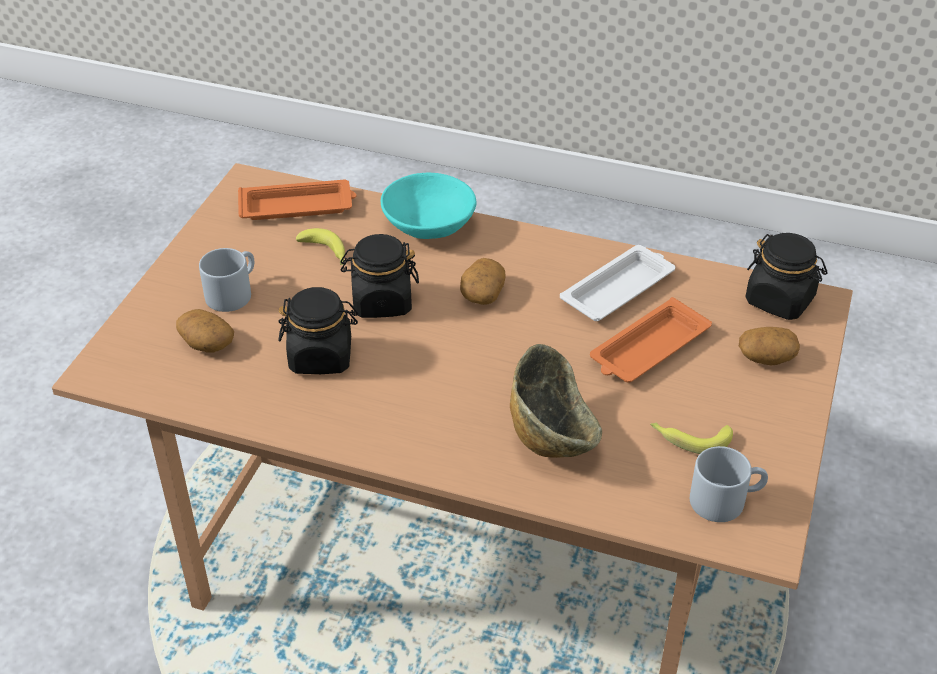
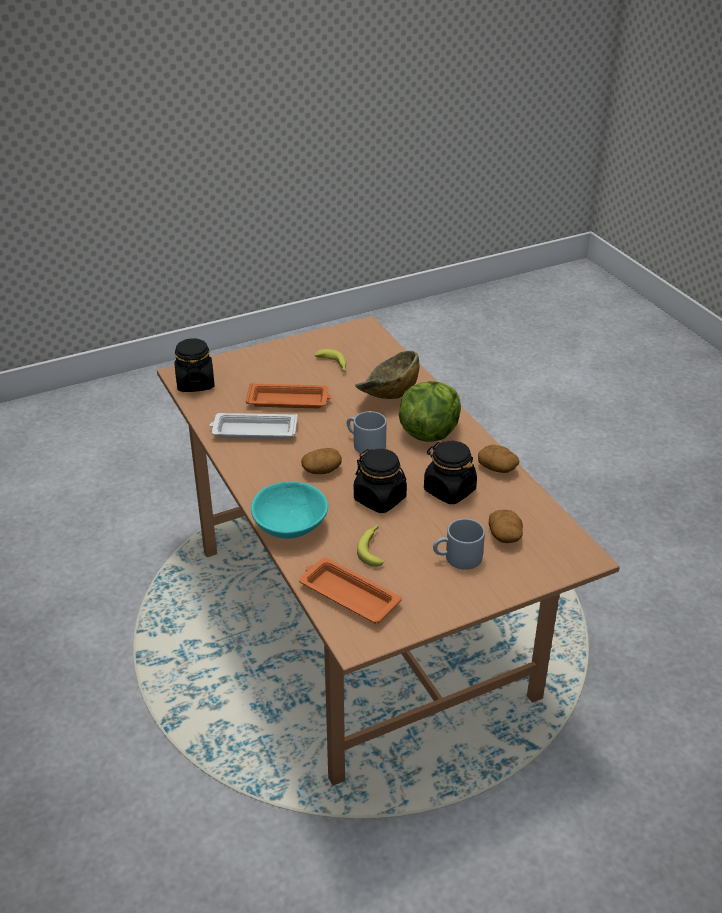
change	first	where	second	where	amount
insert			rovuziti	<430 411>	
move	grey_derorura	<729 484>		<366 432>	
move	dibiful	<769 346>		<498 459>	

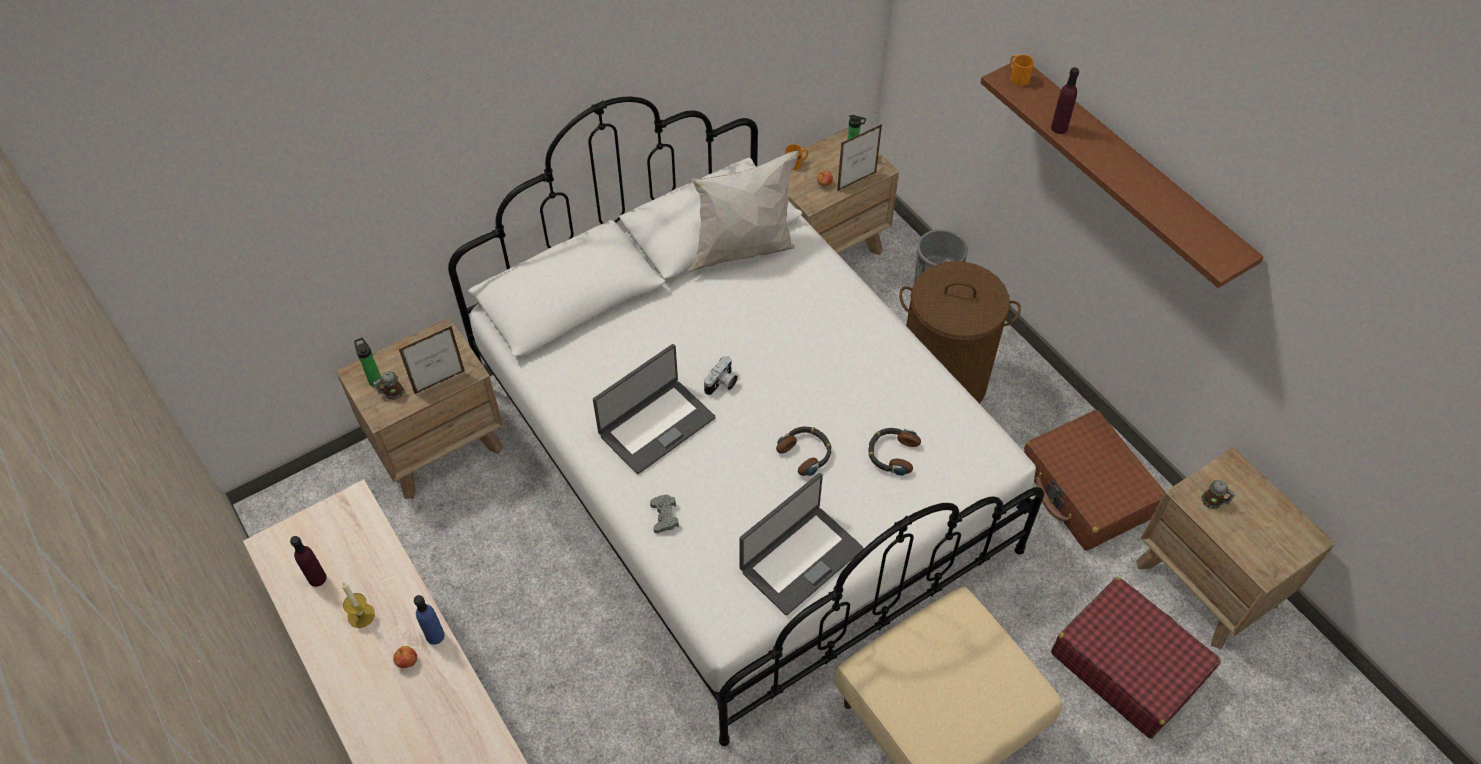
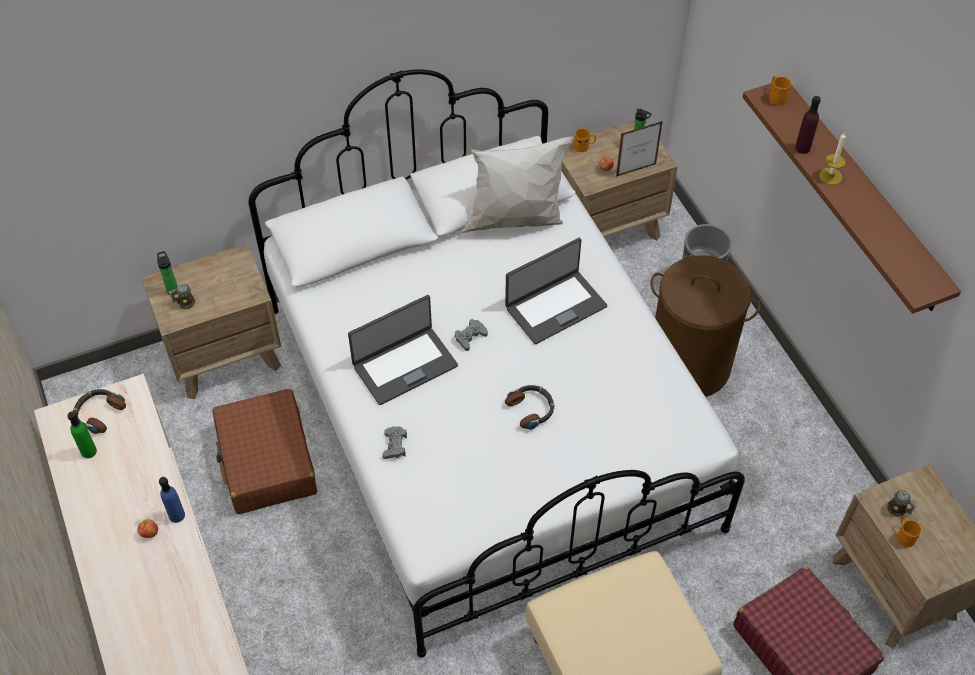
change	first	where	second	where	amount
delete	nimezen	<432 360>			
insert			orange_derorura	<909 531>	
move	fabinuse	<358 605>		<832 158>	
move	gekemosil	<802 544>		<556 291>	
move	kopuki	<895 452>		<99 411>	
move	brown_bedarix	<1094 480>		<264 451>	
replace	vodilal	<721 375>	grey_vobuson	<471 335>	
recolor	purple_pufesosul	<308 561>	green_pufesosul	<82 434>	

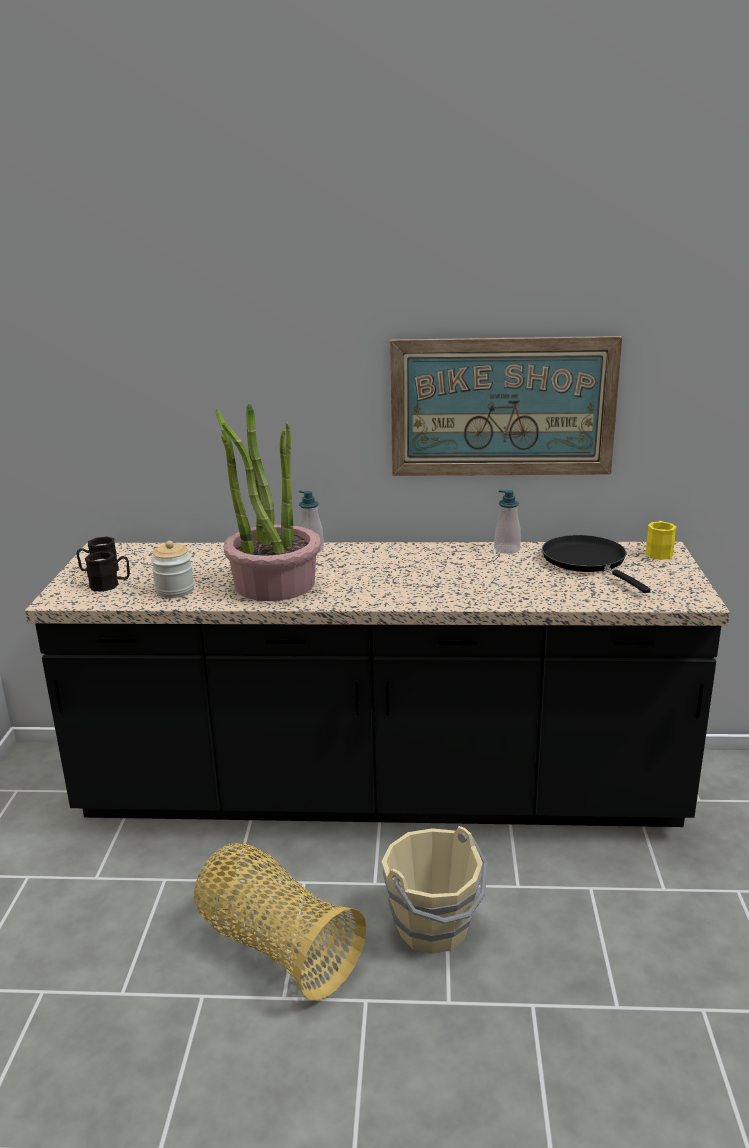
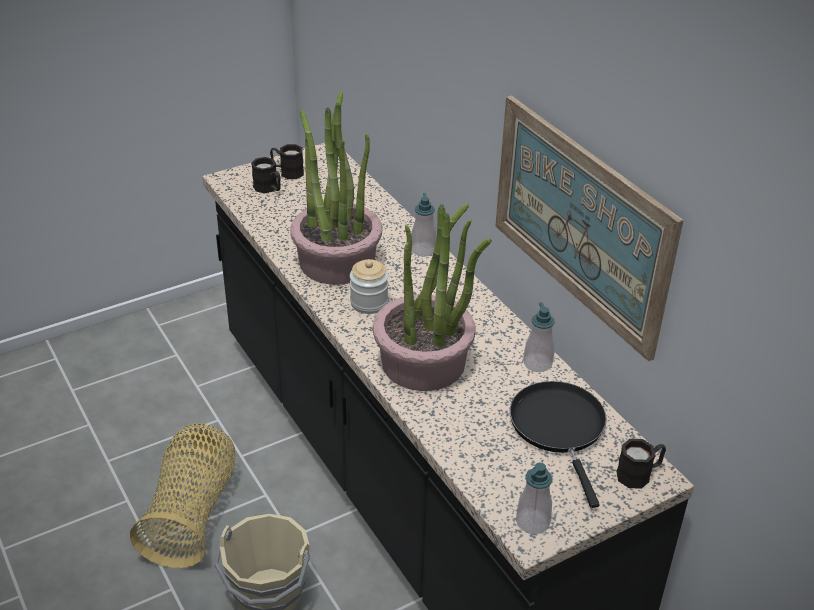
change	first	where	second	where	amount
insert			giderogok	<432 297>	
insert			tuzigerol	<534 498>	
move	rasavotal	<172 569>		<369 286>	
recolor	yellow_derorura	<661 540>	black_derorura	<641 464>	
rotate	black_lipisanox	<596 564>		<558 444>	45 degrees counterclockwise

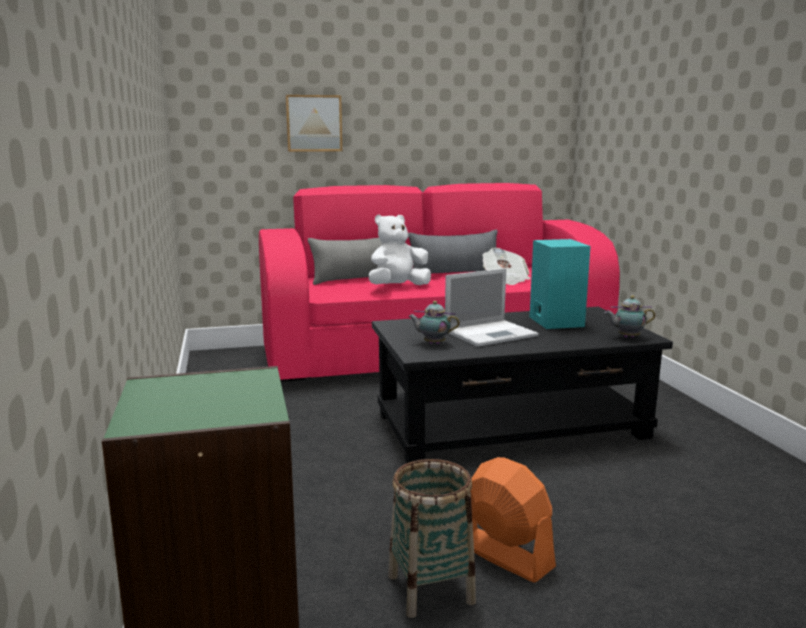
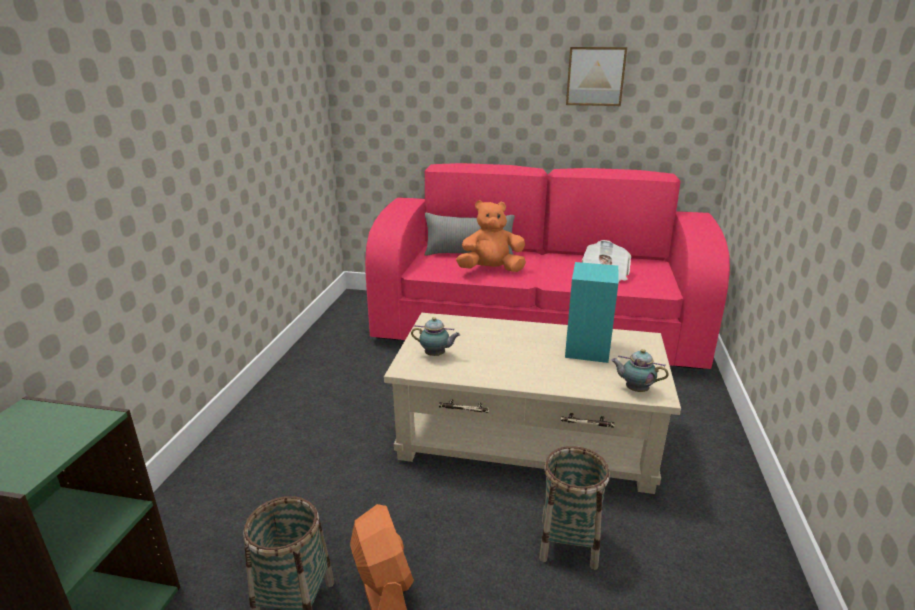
change	first	where	second	where	amount
delete	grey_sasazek	<453 252>			
delete	gekemosil	<491 307>			
insert			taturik	<574 508>	
move	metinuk	<313 123>		<596 76>	
recolor	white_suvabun	<400 249>	orange_suvabun	<491 236>	
recolor	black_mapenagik	<522 385>	beige_mapenagik	<532 403>	
rotate	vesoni	<434 322>		<435 336>	150 degrees clockwise

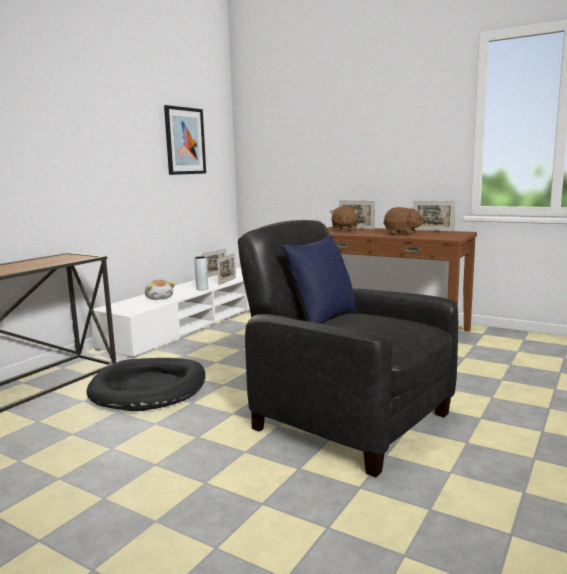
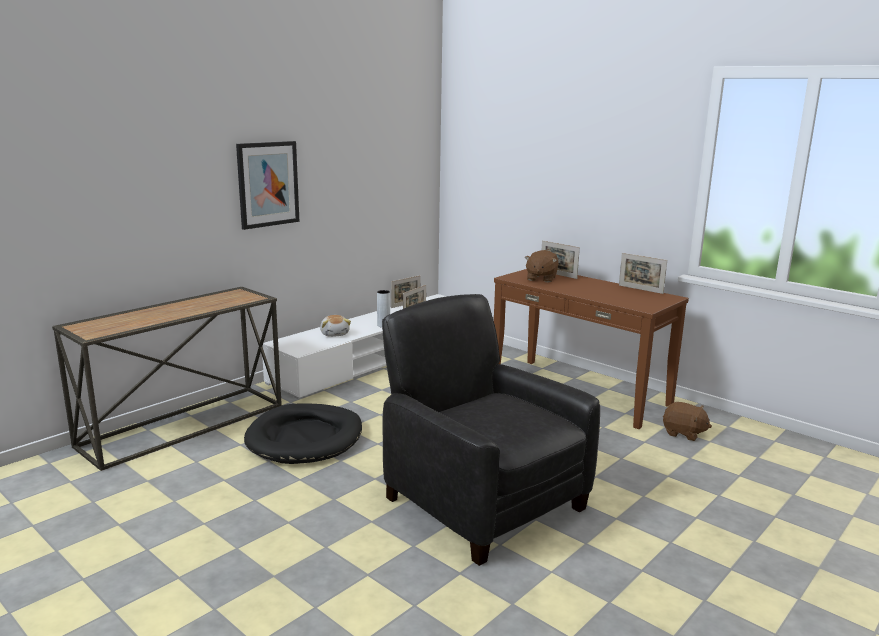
change	first	where	second	where	amount
delete	blue_sasazek	<319 280>			
move	metinuk	<185 140>		<268 185>	
move	brown_suvabun	<403 221>		<687 421>	

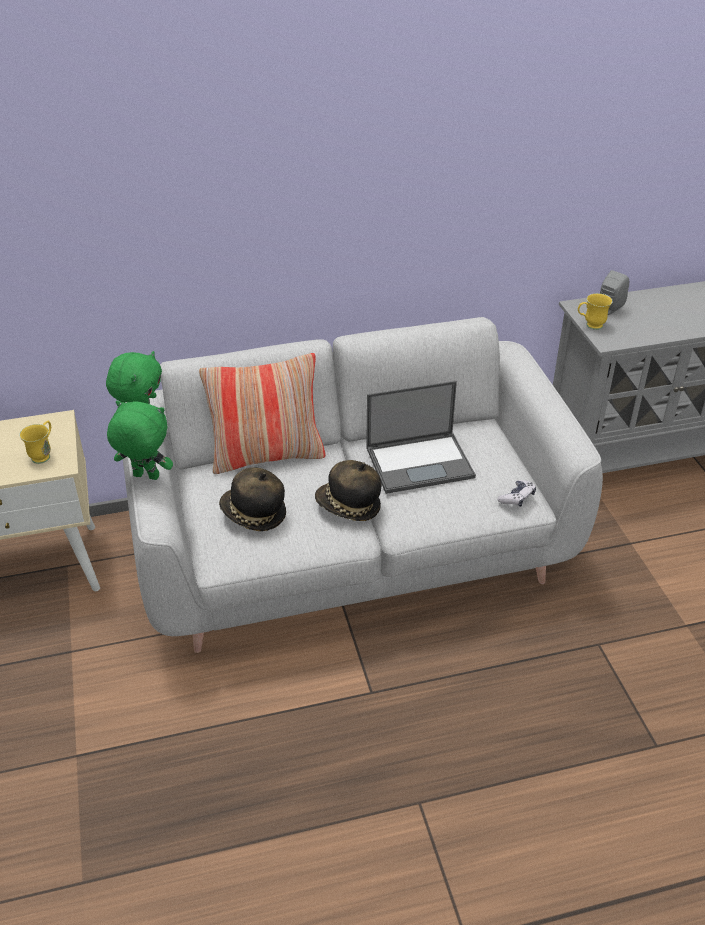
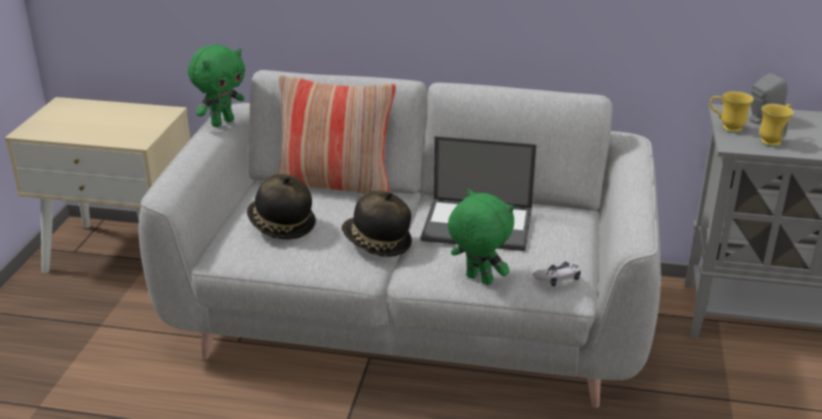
change	first	where	second	where	amount
move	yellow_derorura	<35 442>		<777 125>	
move	green_suvabun	<140 440>		<481 237>	

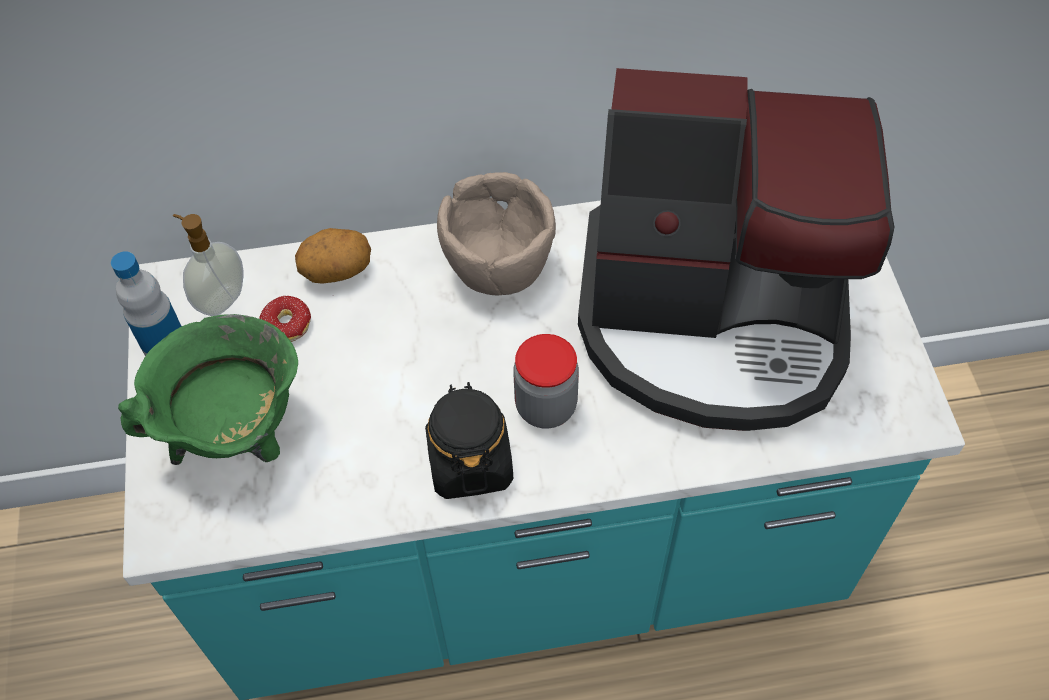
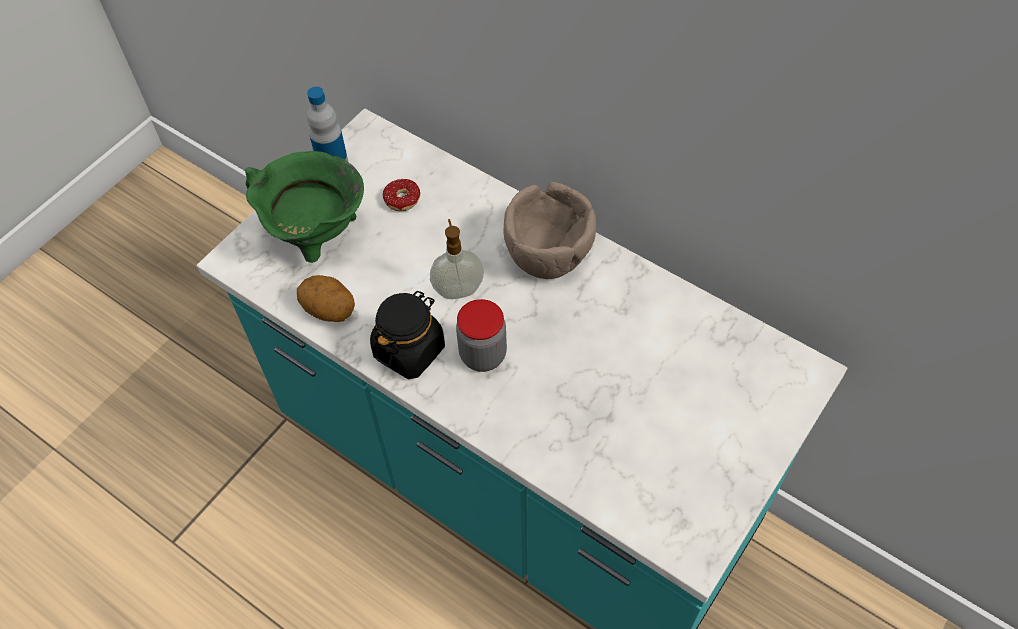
change	first	where	second	where	amount
delete	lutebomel	<736 249>			
move	tuzigerol	<208 265>		<457 259>	
move	dibiful	<333 256>		<326 298>	

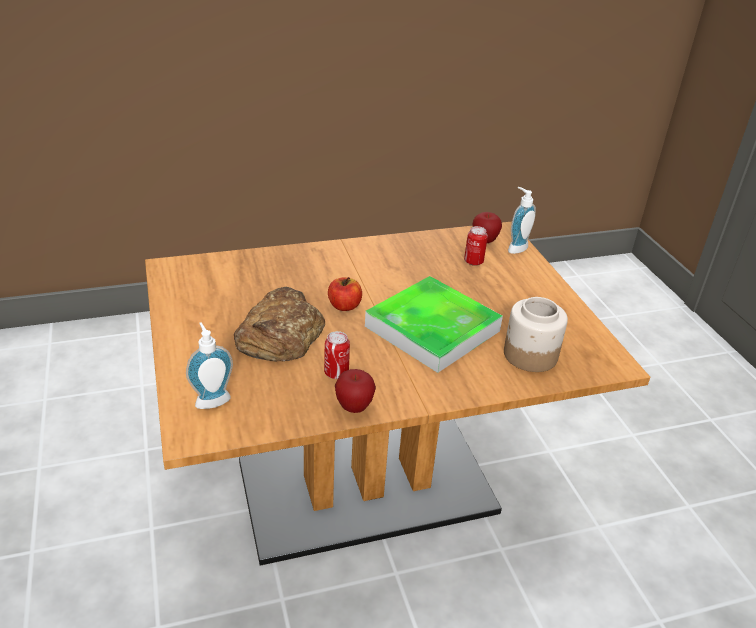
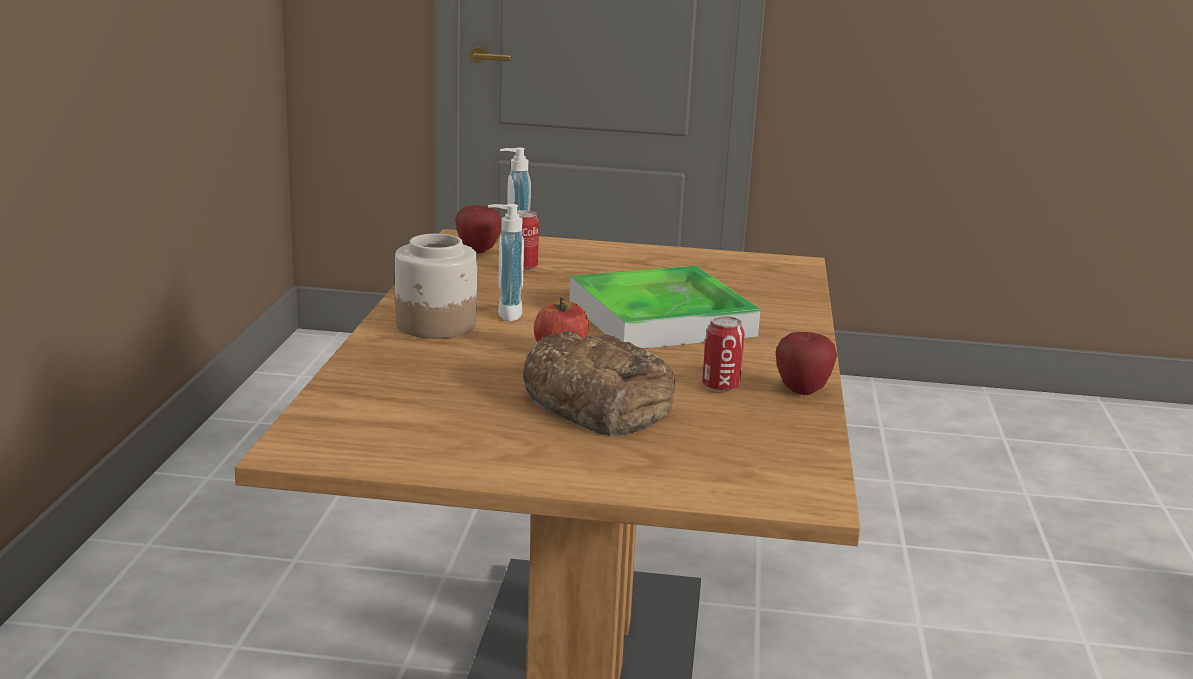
change	first	where	second	where	amount
move	tuzigerol	<209 366>		<506 262>	
move	rasavotal	<536 334>		<436 286>	

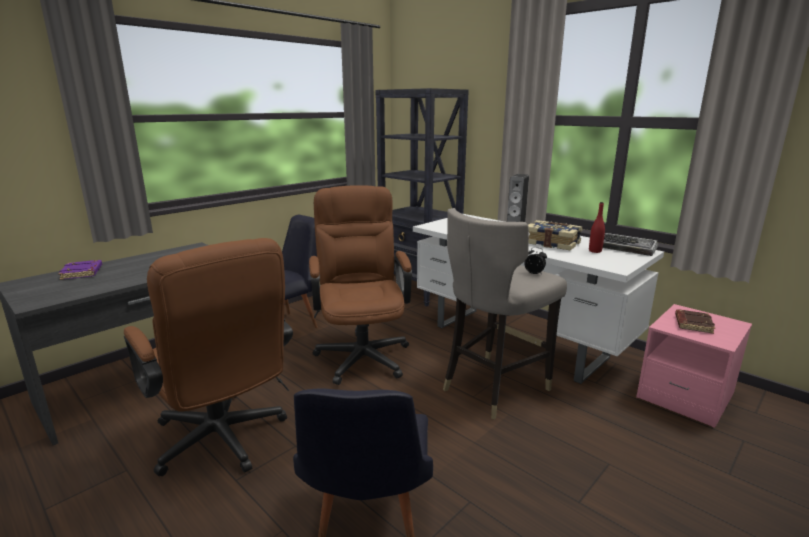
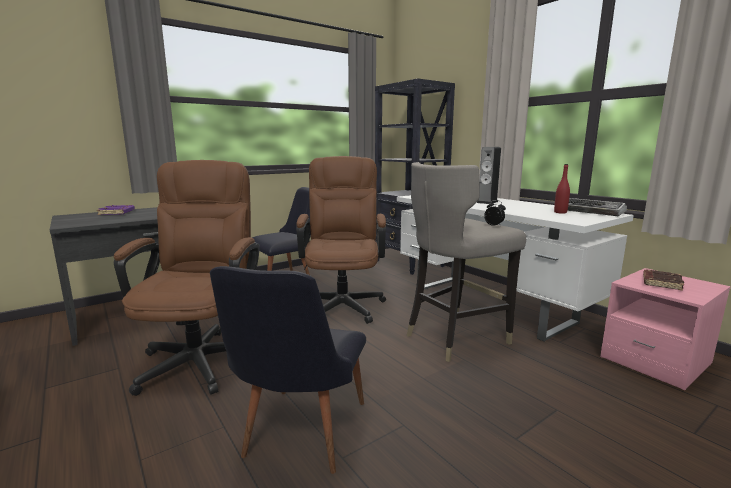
change	first	where	second	where	amount
delete	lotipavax	<555 235>			
rotate	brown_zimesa	<208 357>		<187 278>	150 degrees counterclockwise

